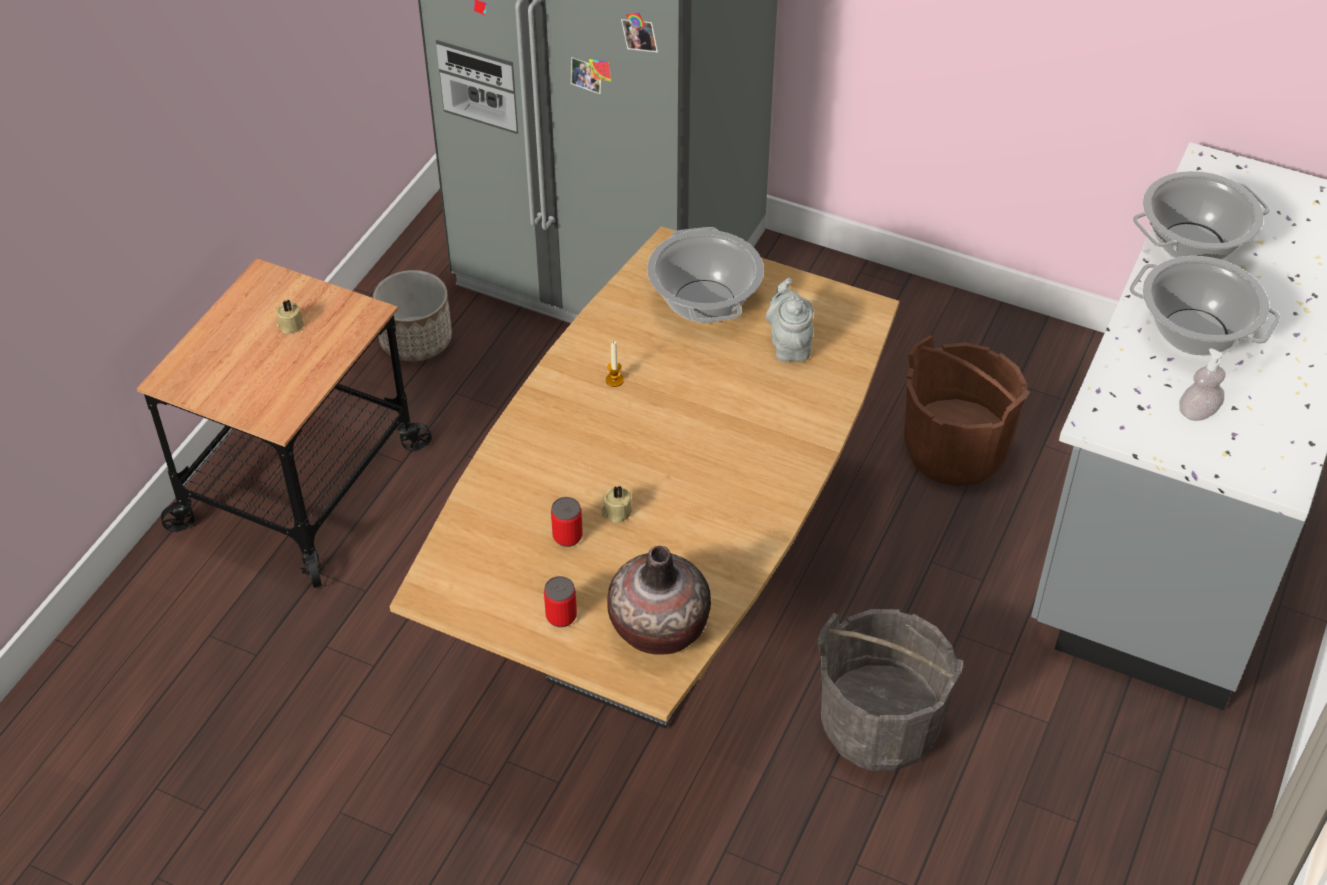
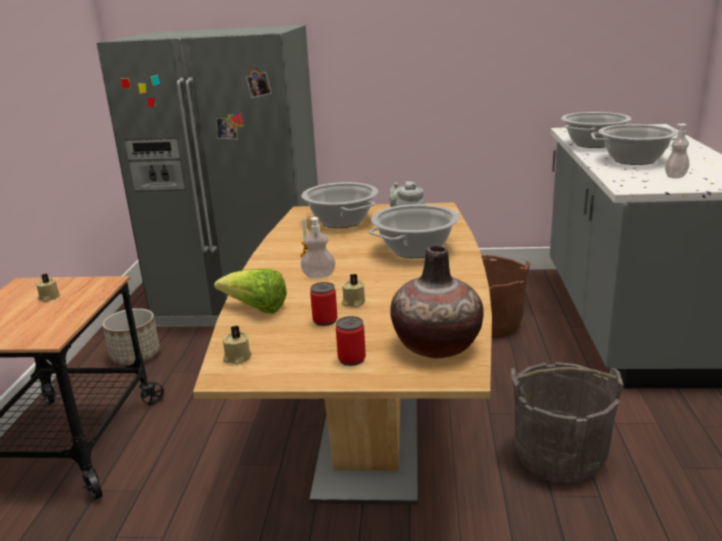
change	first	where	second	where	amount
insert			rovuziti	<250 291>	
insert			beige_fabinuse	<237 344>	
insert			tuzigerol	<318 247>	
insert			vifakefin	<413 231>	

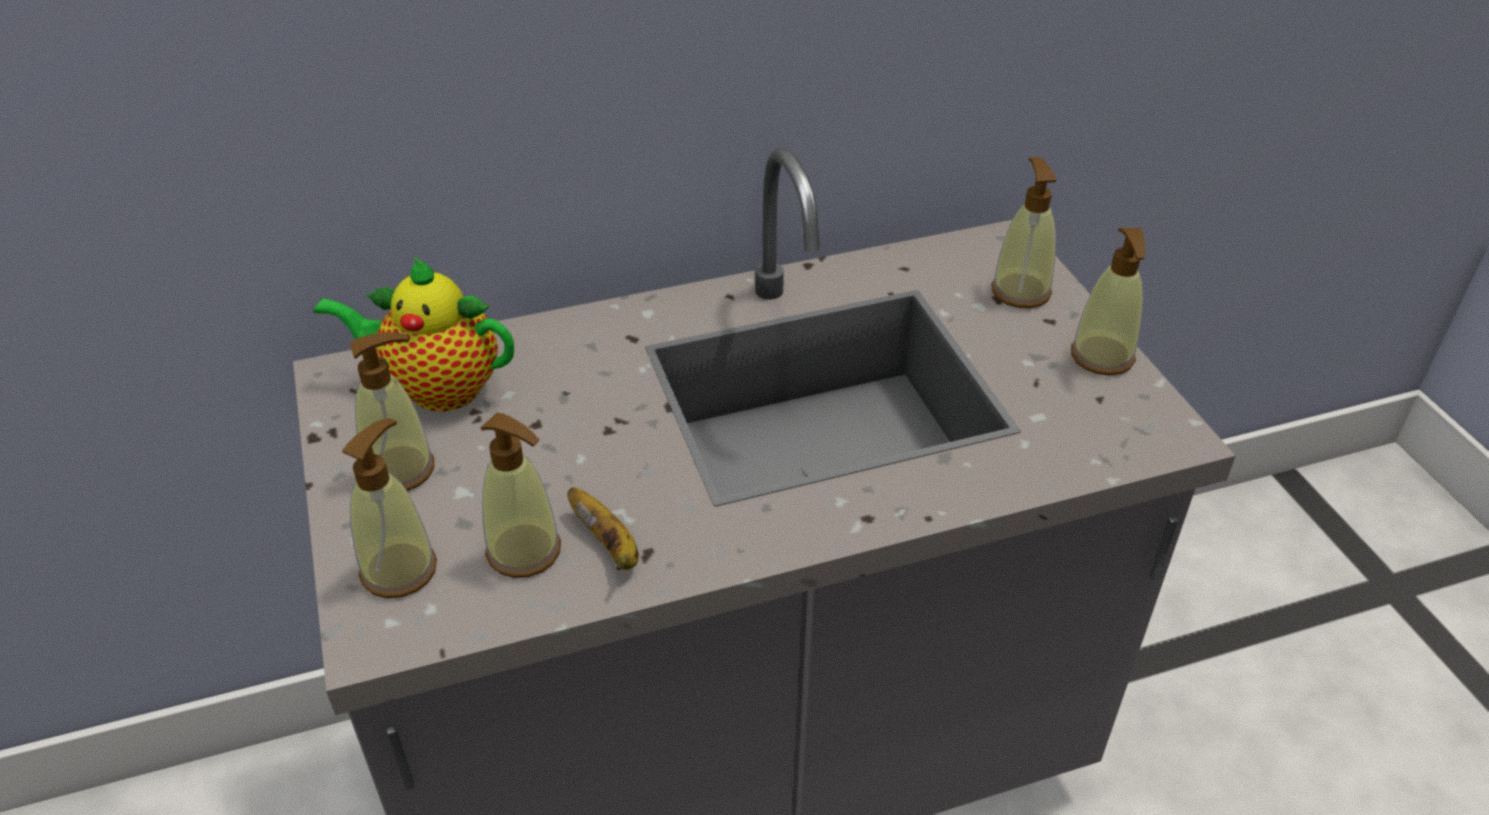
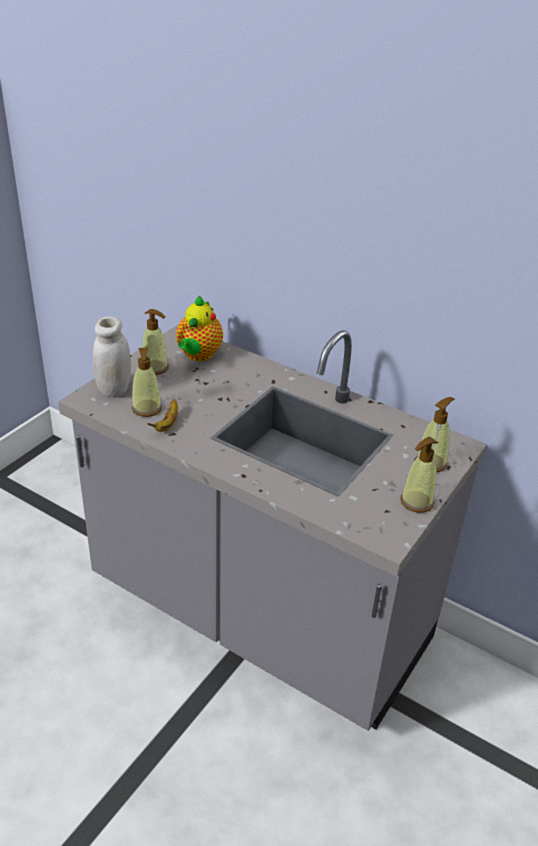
change	first	where	second	where	amount
replace	tuzigerol	<389 508>	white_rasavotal	<112 357>	
rotate	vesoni	<413 333>		<199 328>	135 degrees counterclockwise

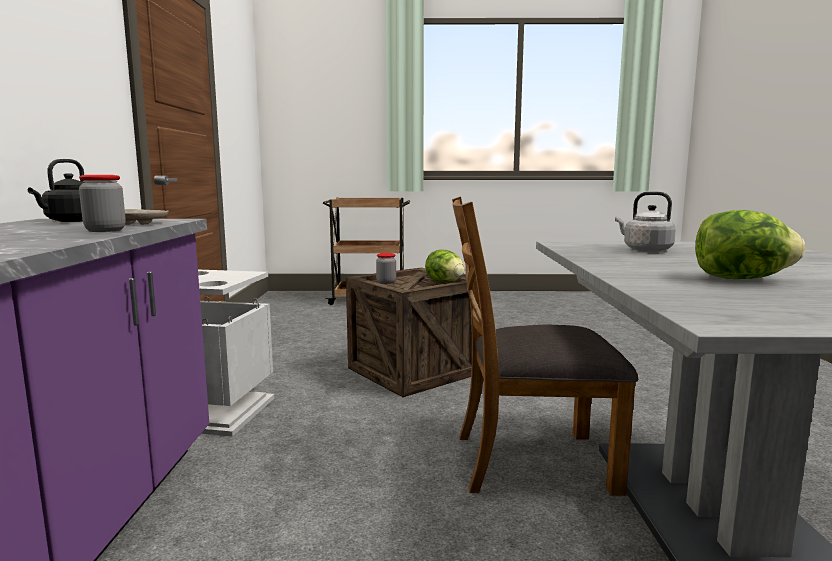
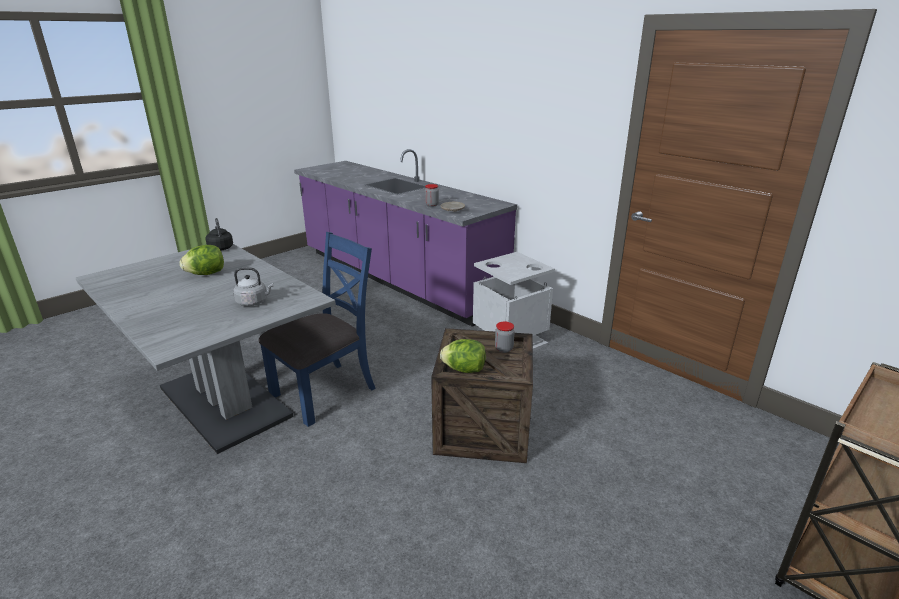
change	first	where	second	where	amount
move	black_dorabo	<56 190>		<219 234>	
recolor	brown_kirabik	<545 346>	blue_kirabik	<317 329>	

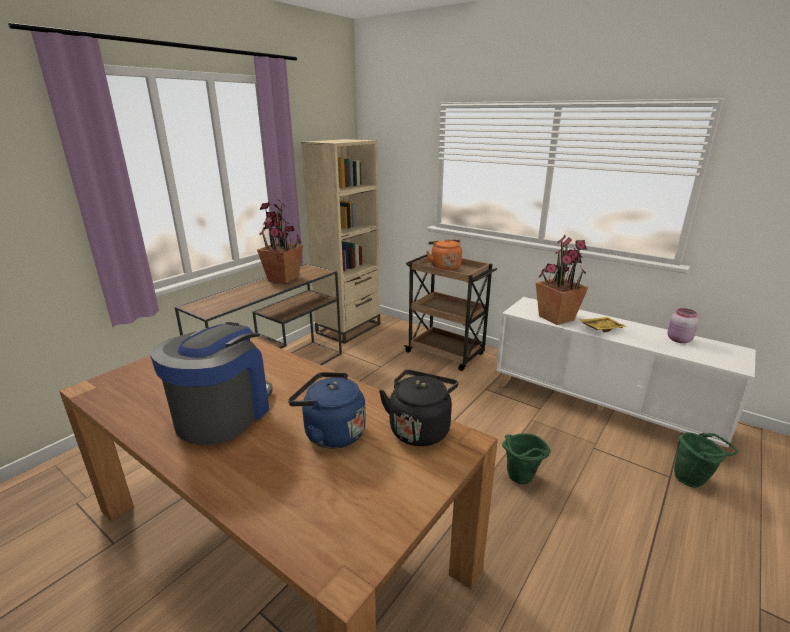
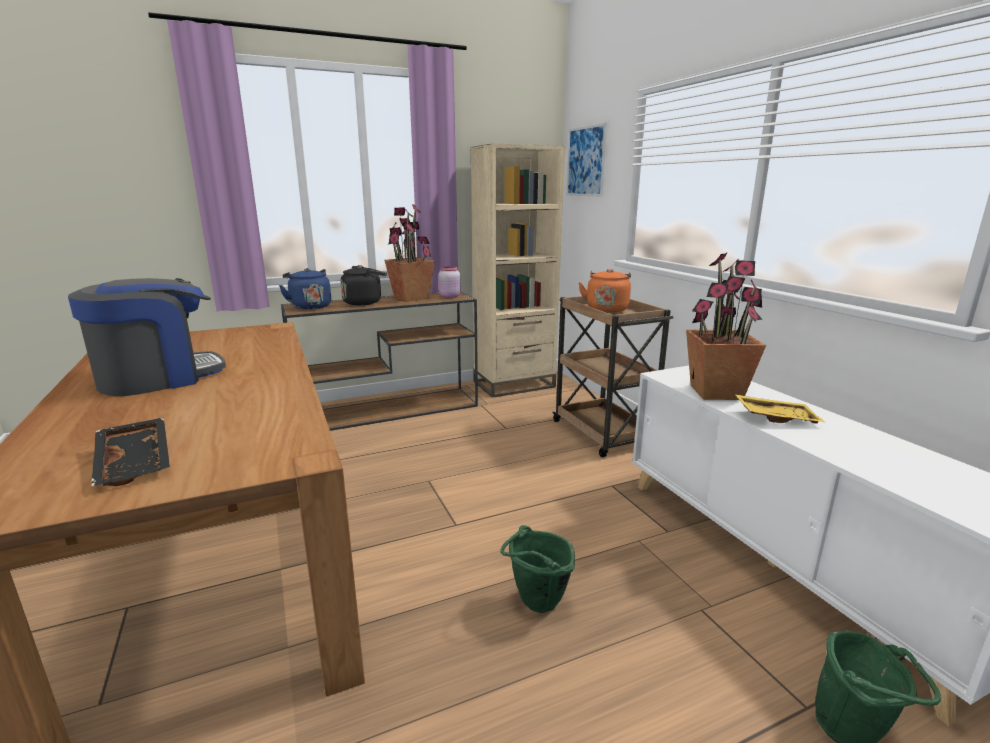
change	first	where	second	where	amount
insert			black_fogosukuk	<130 452>	
insert			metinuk	<587 159>	
move	blue_dorabo	<327 410>		<305 289>	
move	black_dorabo	<418 408>		<363 285>	
move	pink_rasavotal	<683 325>		<449 282>	

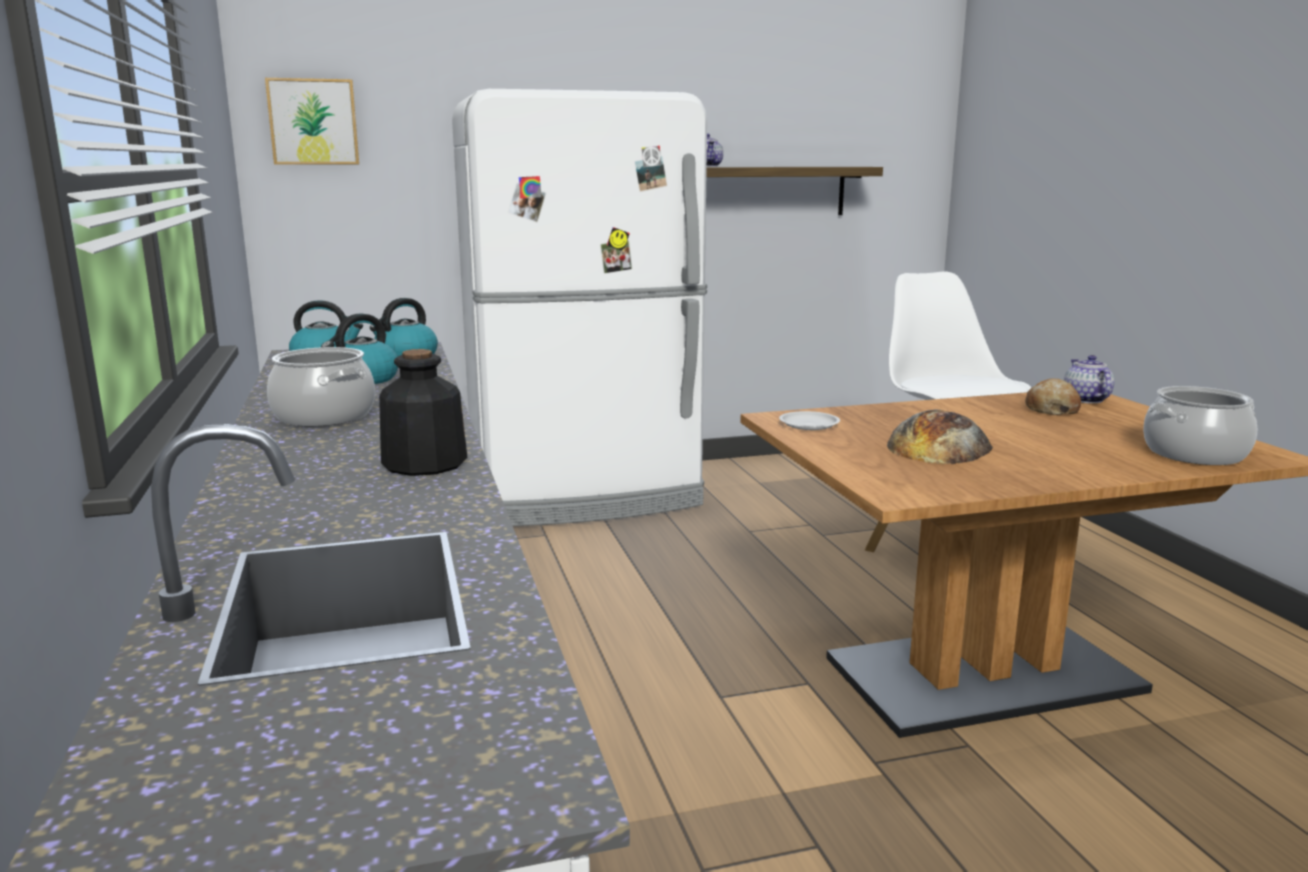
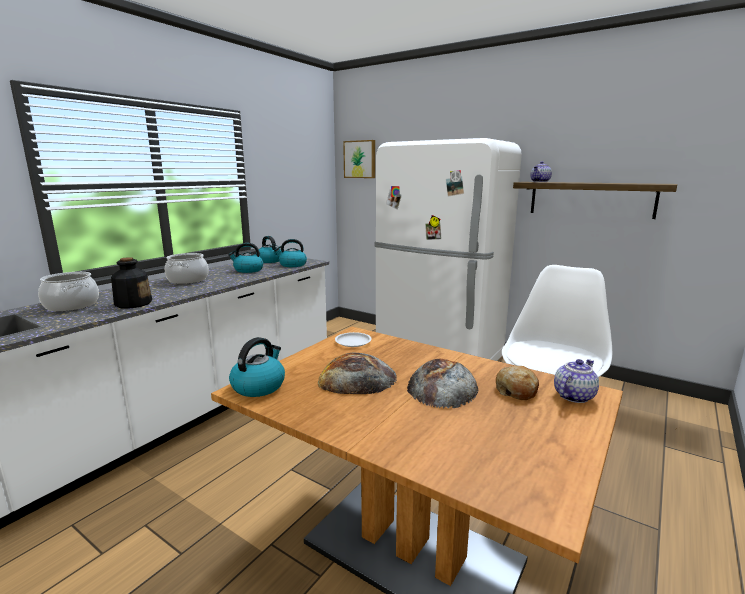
change	first	where	second	where	amount
insert			dorabo	<257 367>	
insert			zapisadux	<442 384>	
move	vifakefin	<1200 425>		<68 291>	

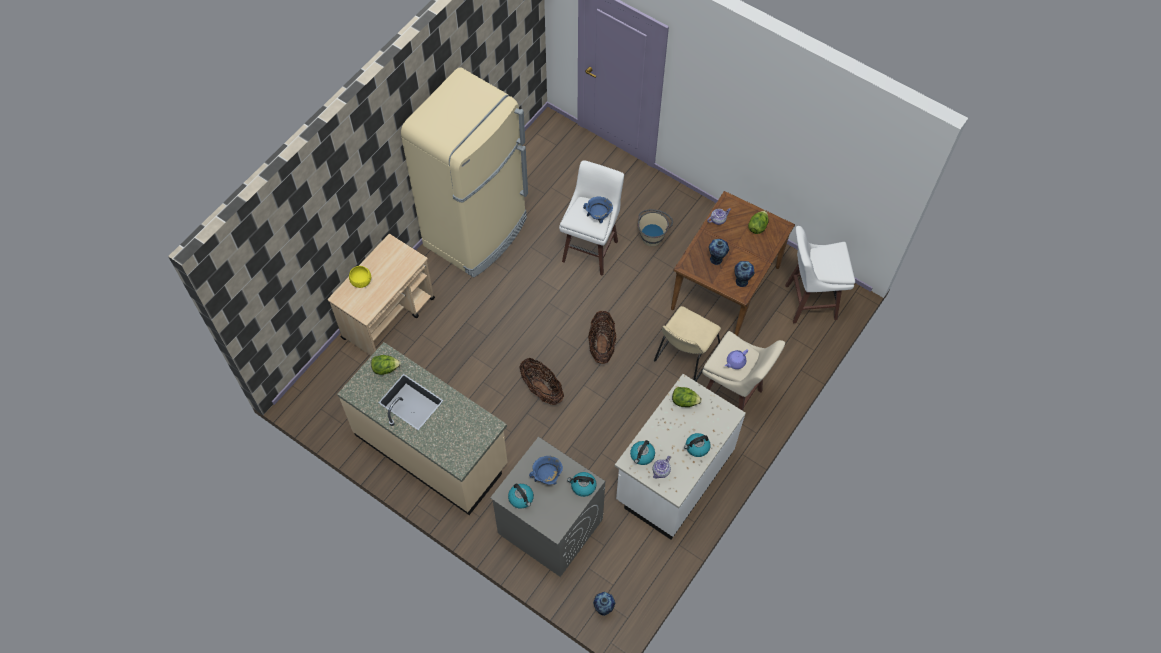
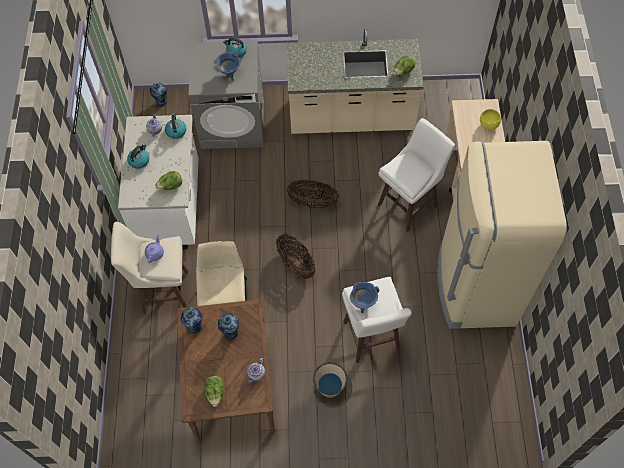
change	first	where	second	where	amount
delete	dorabo	<581 484>			
move	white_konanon	<820 274>		<416 175>	

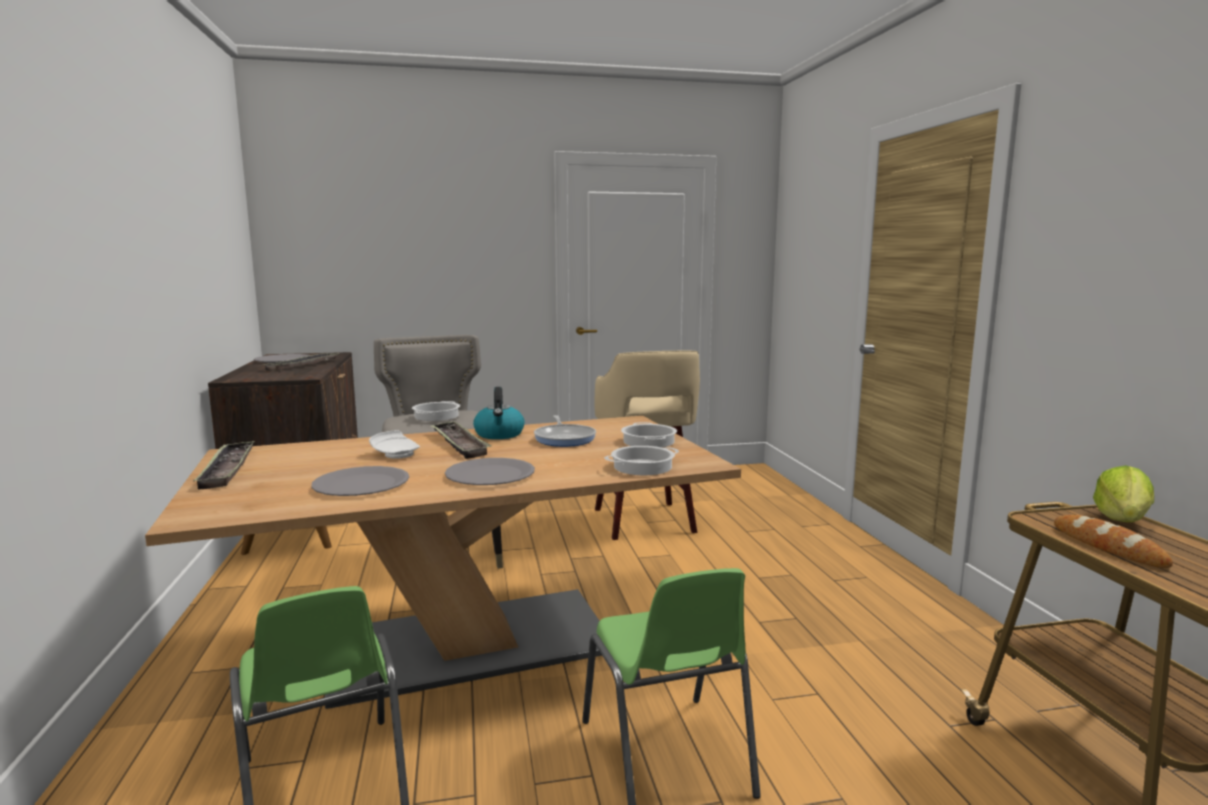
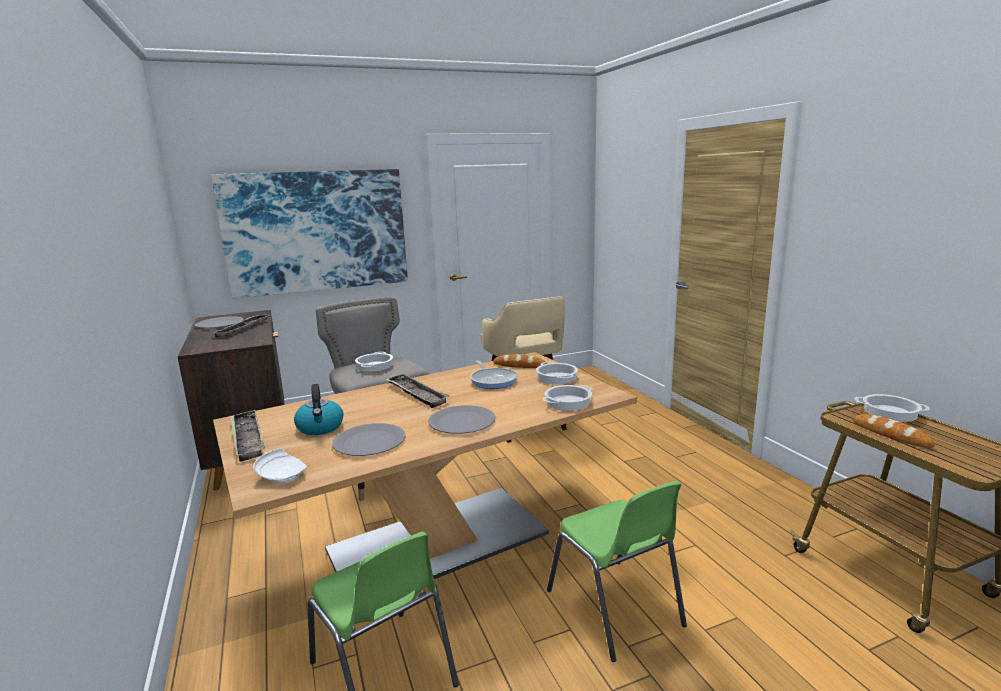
change	first	where	second	where	amount
insert			metinuk	<309 233>	
insert			zapisadux	<520 361>	
move	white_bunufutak	<394 444>		<280 465>	
move	dorabo	<499 413>		<319 409>	
replace	rovuziti	<1123 493>	vifakefin	<892 408>	

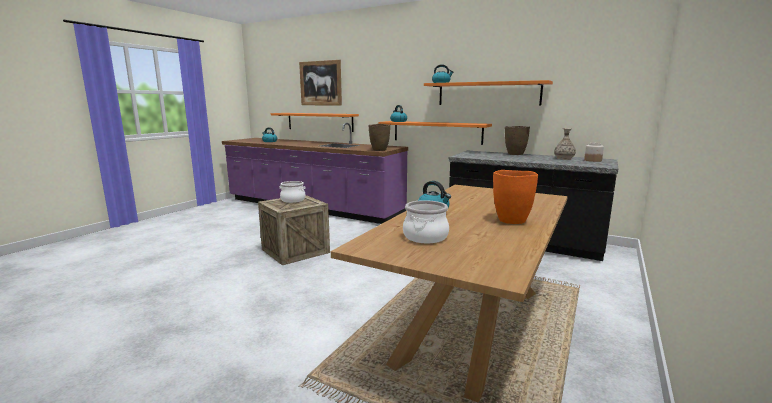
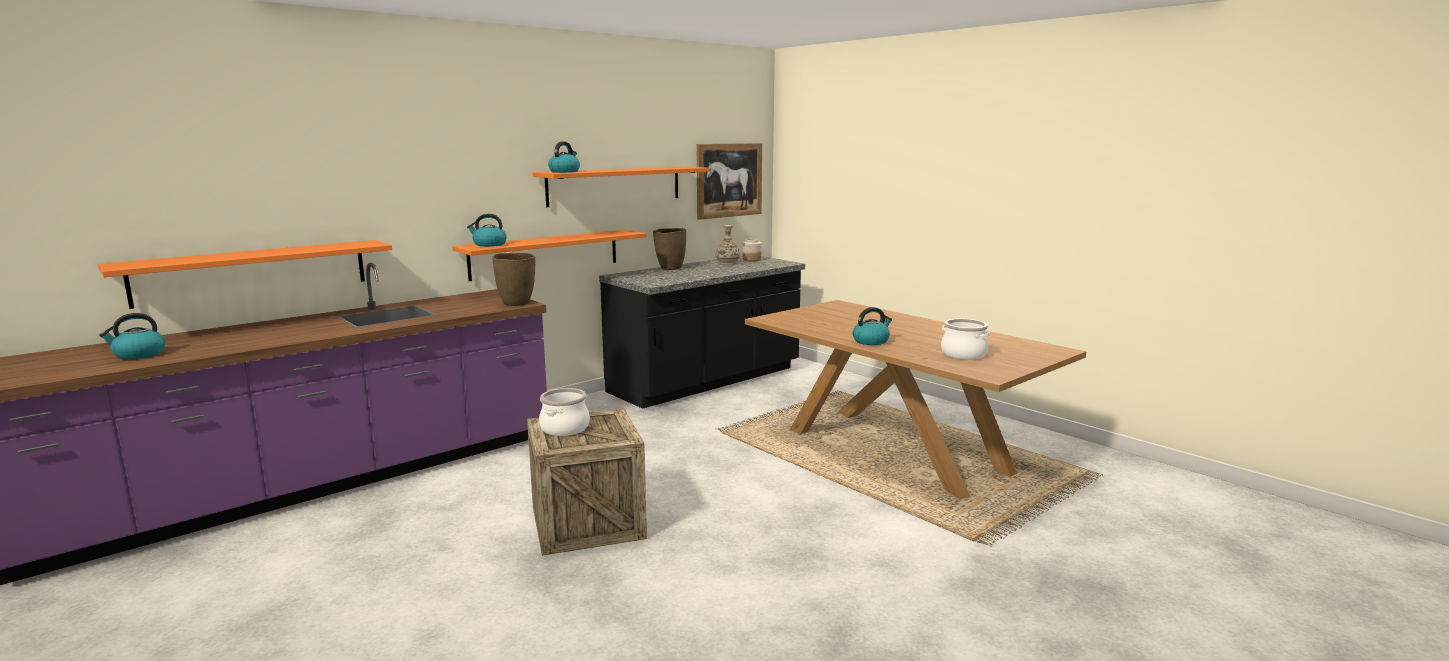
change	first	where	second	where	amount
delete	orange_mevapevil	<515 197>			
move	metinuk	<320 83>		<729 181>	

